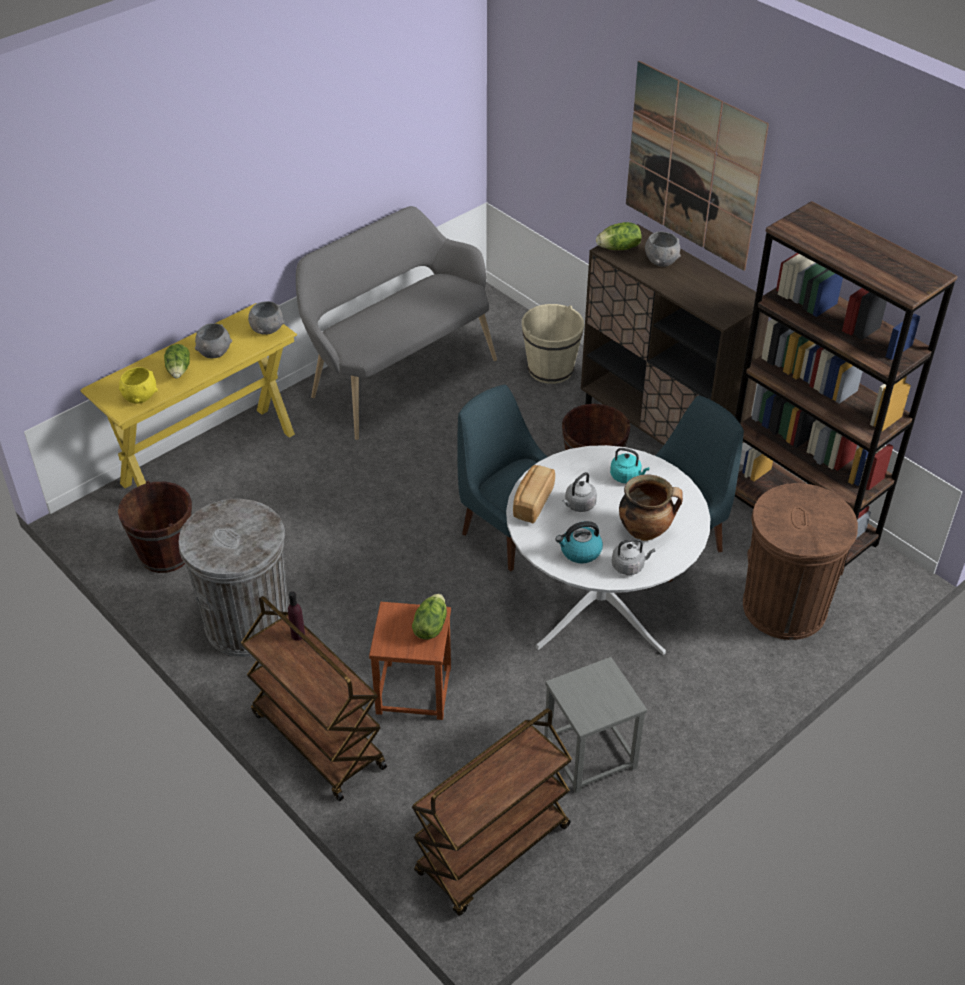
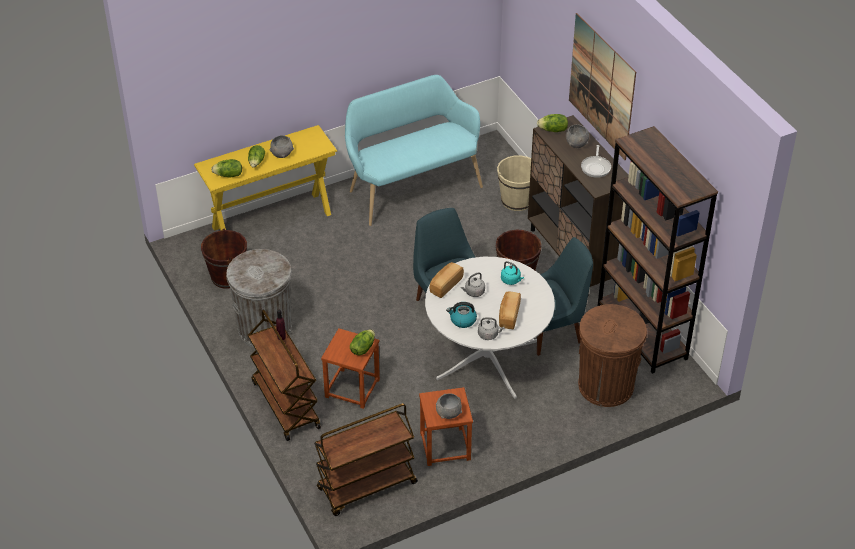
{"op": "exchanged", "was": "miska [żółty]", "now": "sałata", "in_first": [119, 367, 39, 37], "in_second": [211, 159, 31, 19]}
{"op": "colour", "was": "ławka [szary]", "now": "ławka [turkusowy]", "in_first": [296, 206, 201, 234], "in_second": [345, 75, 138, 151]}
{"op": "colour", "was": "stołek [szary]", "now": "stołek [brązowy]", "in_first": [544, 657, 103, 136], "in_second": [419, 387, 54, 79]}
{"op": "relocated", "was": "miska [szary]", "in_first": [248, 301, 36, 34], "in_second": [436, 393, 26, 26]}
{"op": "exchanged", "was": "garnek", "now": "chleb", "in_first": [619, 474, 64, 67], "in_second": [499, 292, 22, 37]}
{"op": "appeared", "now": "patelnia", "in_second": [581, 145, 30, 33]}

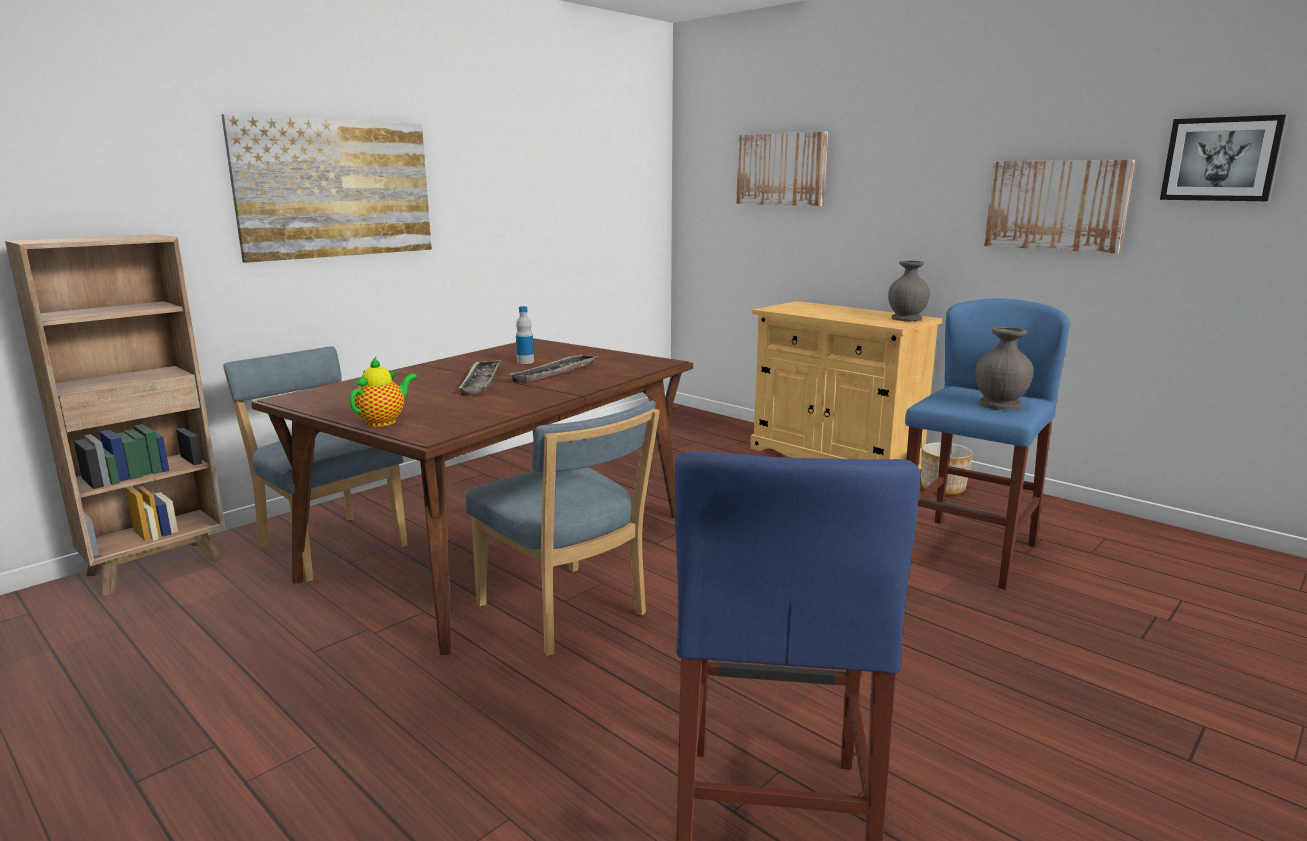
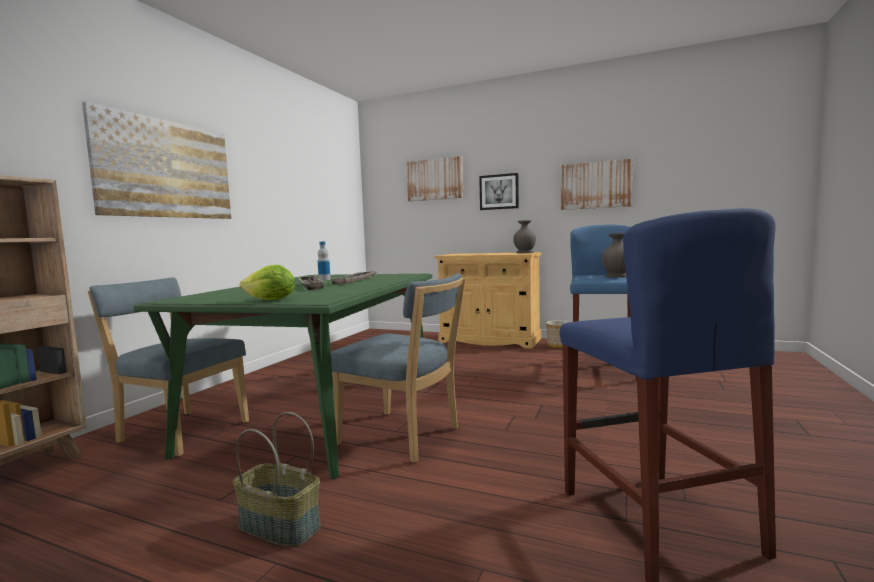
{"op": "colour", "was": "stół jadalny [brązowy]", "now": "stół jadalny [zielony]", "in_first": [251, 338, 442, 317], "in_second": [134, 274, 298, 205]}
{"op": "appeared", "now": "koszyk", "in_second": [233, 412, 88, 135]}
{"op": "exchanged", "was": "imbryk", "now": "sałata", "in_first": [350, 357, 68, 70], "in_second": [240, 265, 55, 35]}
{"op": "relocated", "was": "obraz", "in_first": [1160, 115, 126, 86], "in_second": [479, 173, 40, 37]}

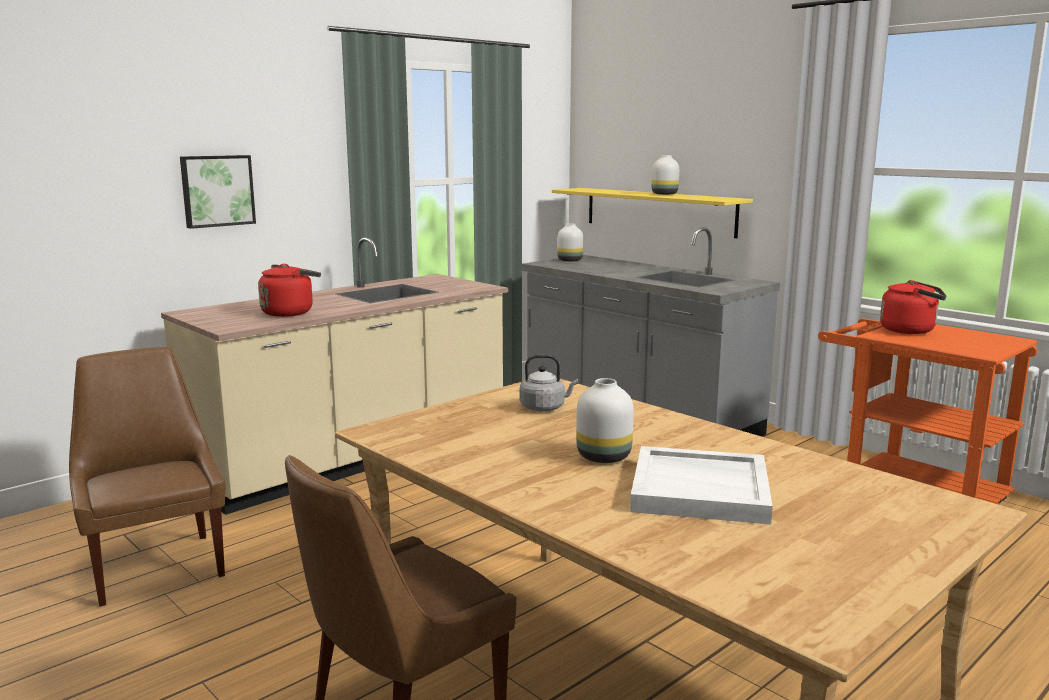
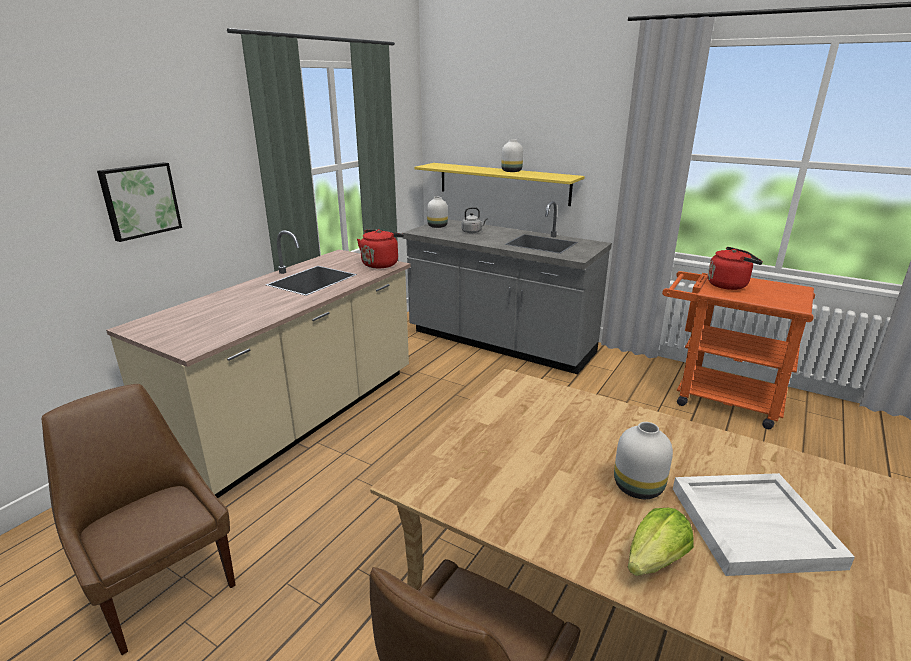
{"op": "relocated", "was": "czajnik [czerwony]", "in_first": [258, 264, 63, 53], "in_second": [357, 229, 47, 39]}
{"op": "relocated", "was": "czajnik [szary]", "in_first": [520, 354, 58, 57], "in_second": [462, 207, 26, 26]}
{"op": "appeared", "now": "sałata", "in_second": [628, 508, 66, 68]}

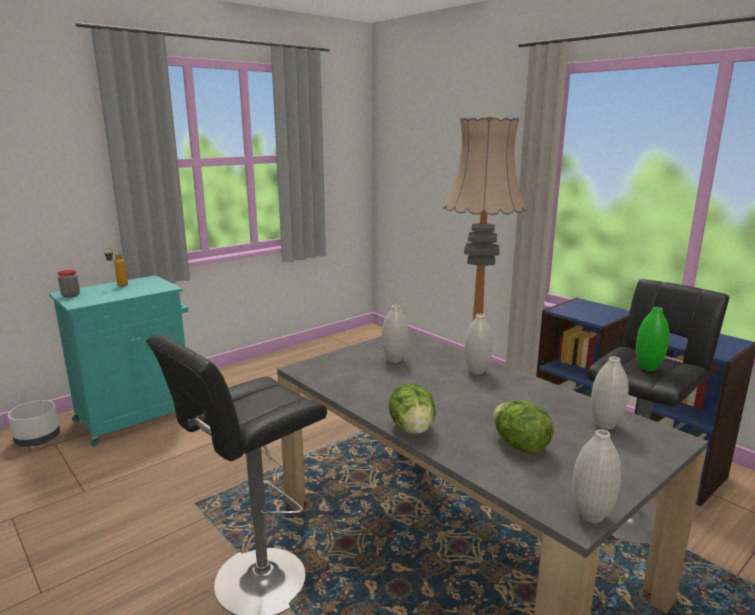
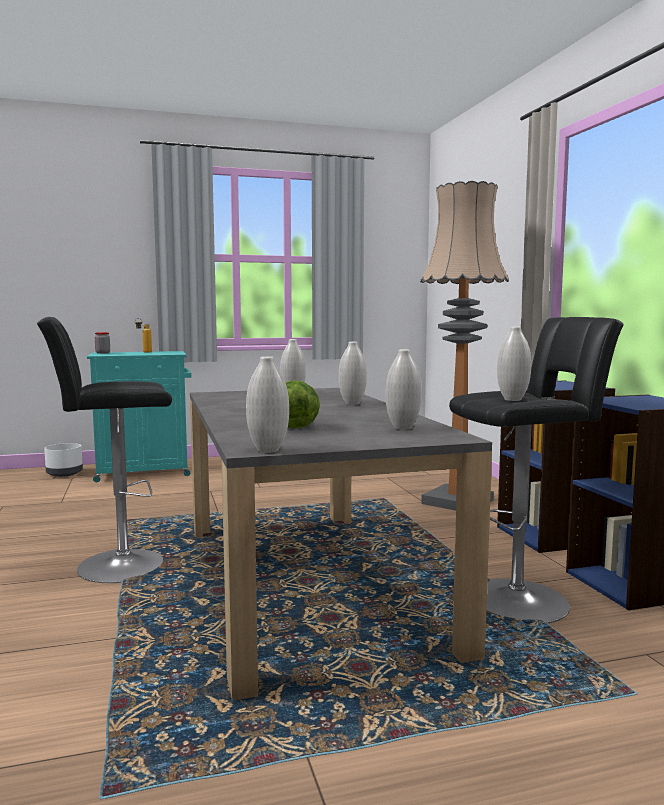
{"op": "colour", "was": "wazon [zielony]", "now": "wazon [biały]", "in_first": [636, 307, 34, 64], "in_second": [497, 327, 34, 74]}
{"op": "missing", "was": "sałata", "in_first": [388, 382, 48, 52]}

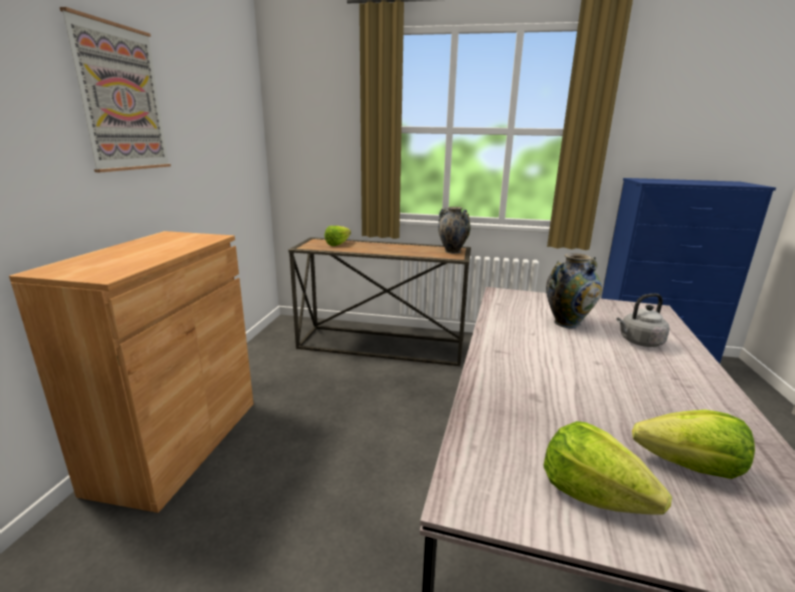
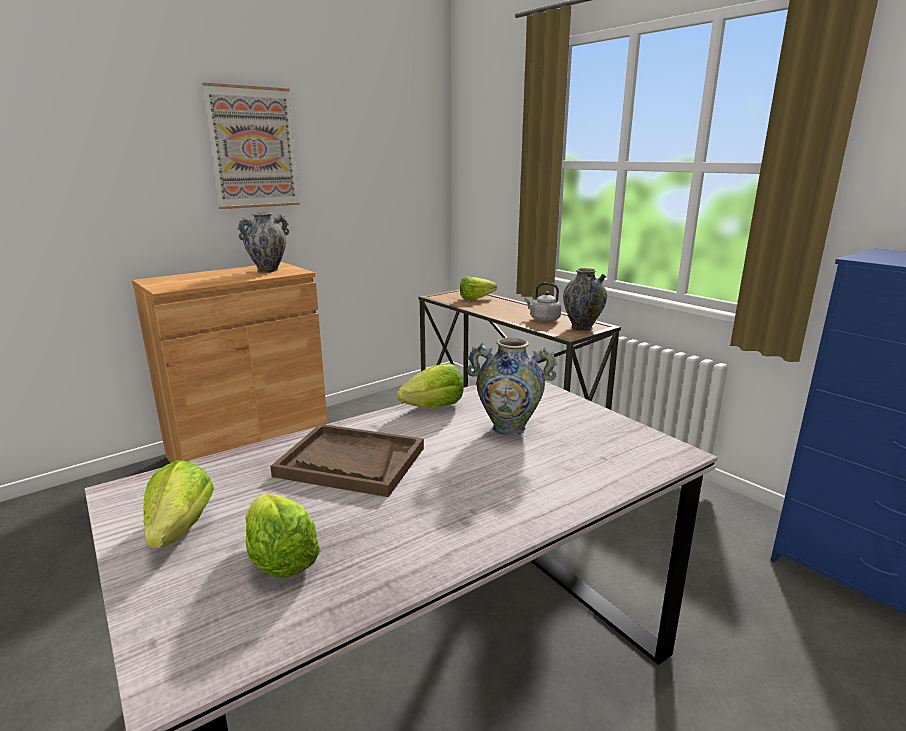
{"op": "appeared", "now": "wazon", "in_second": [238, 212, 51, 60]}
{"op": "appeared", "now": "taca [brązowy]", "in_second": [270, 424, 154, 73]}
{"op": "appeared", "now": "sałata", "in_second": [397, 363, 67, 44]}
{"op": "relocated", "was": "czajnik [szary]", "in_first": [616, 293, 54, 54], "in_second": [524, 283, 37, 39]}

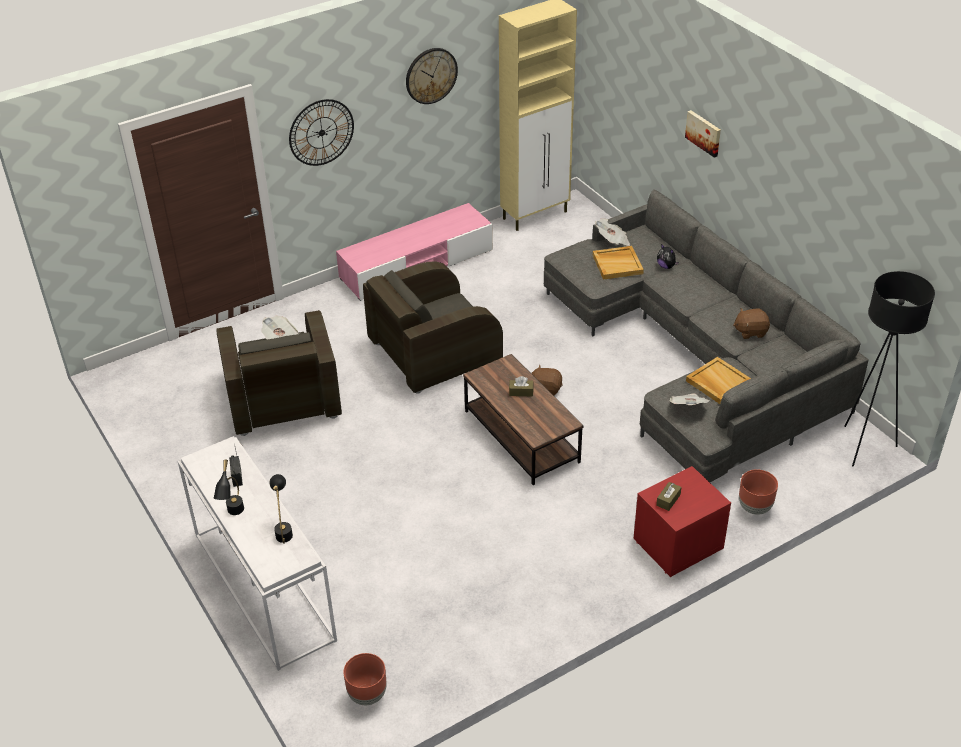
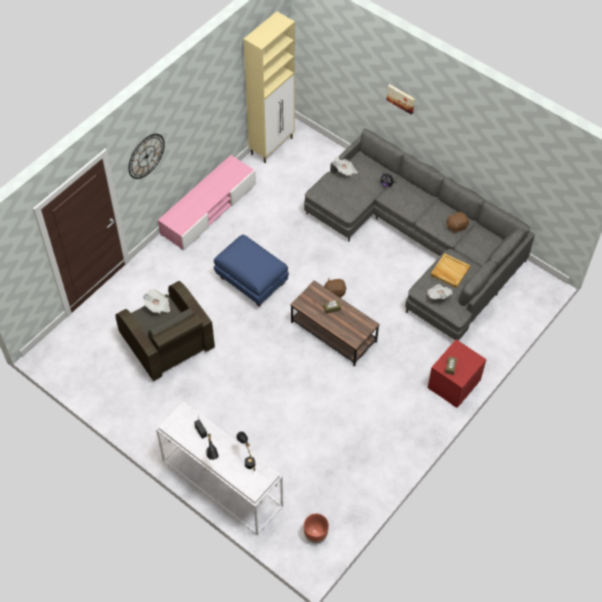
{"op": "exchanged", "was": "fotel [brązowy]", "now": "pufa [niebieski]", "in_first": [363, 261, 140, 132], "in_second": [214, 235, 75, 72]}
{"op": "missing", "was": "zegar ścienny", "in_first": [406, 48, 52, 56]}
{"op": "missing", "was": "taca [beżowy]", "in_first": [593, 246, 51, 34]}
{"op": "missing", "was": "donica [brązowy]", "in_first": [739, 469, 39, 46]}
{"op": "missing", "was": "lampa stojąca [czarny]", "in_first": [844, 271, 91, 195]}

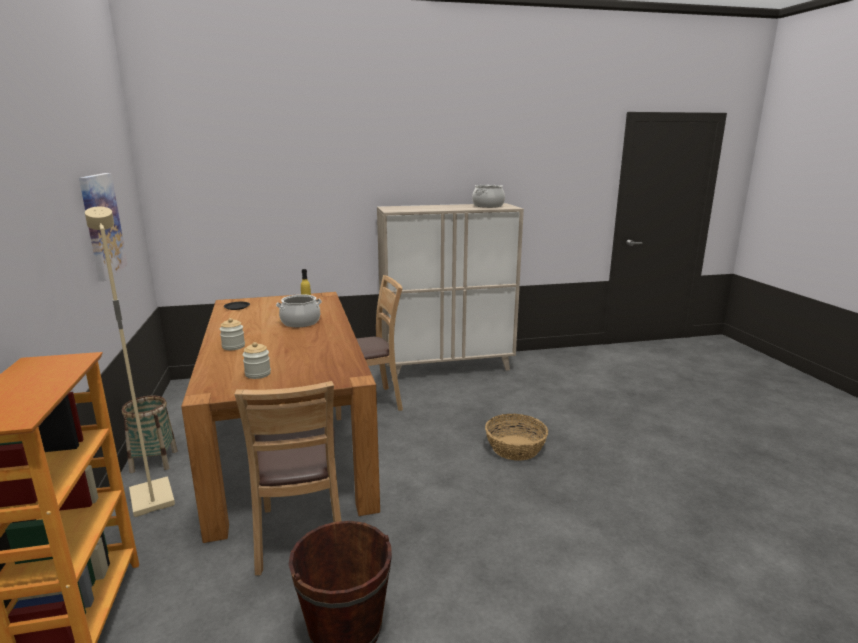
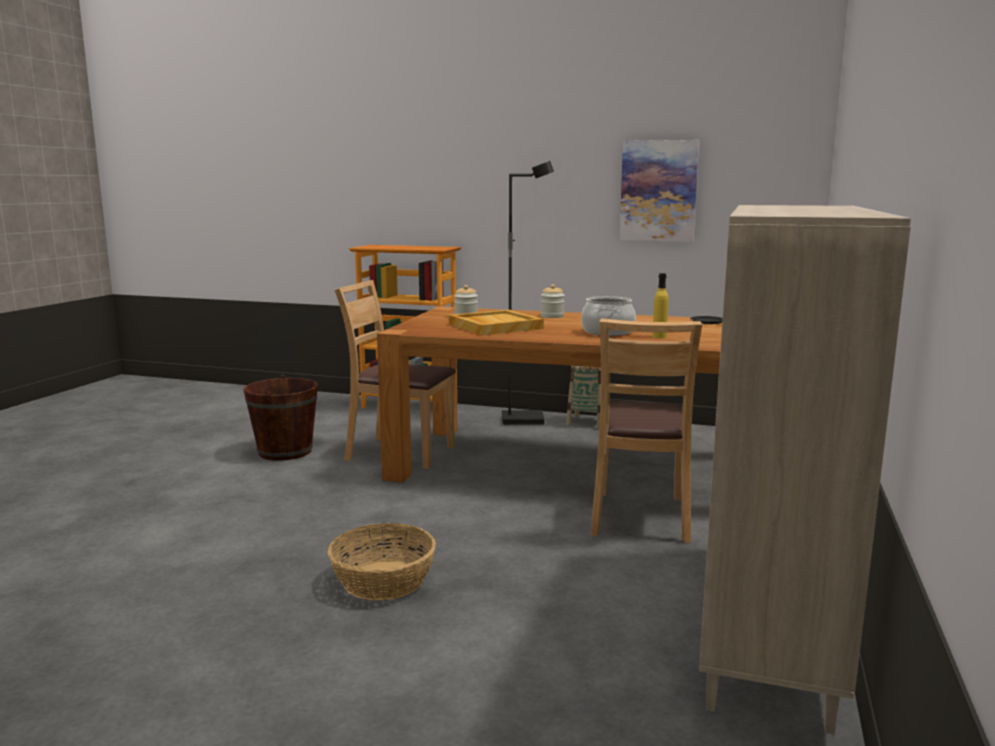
{"op": "appeared", "now": "taca [beżowy]", "in_second": [449, 310, 95, 25]}
{"op": "colour", "was": "lampa stojąca [beżowy]", "now": "lampa stojąca [czarny]", "in_first": [85, 207, 90, 310], "in_second": [502, 161, 52, 264]}
{"op": "missing", "was": "garnek", "in_first": [472, 185, 33, 23]}

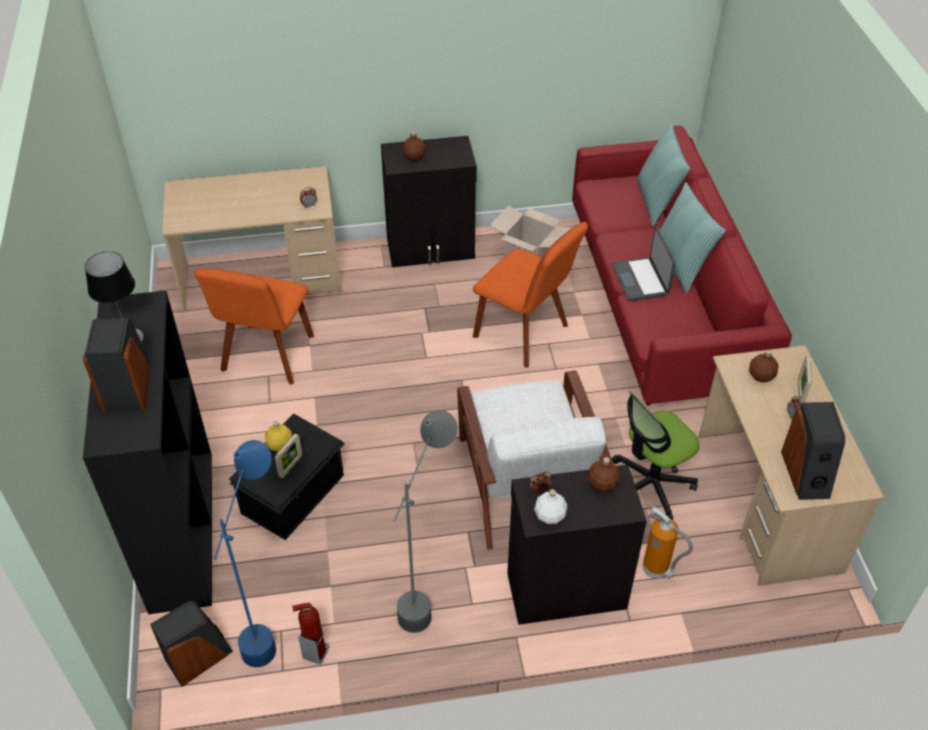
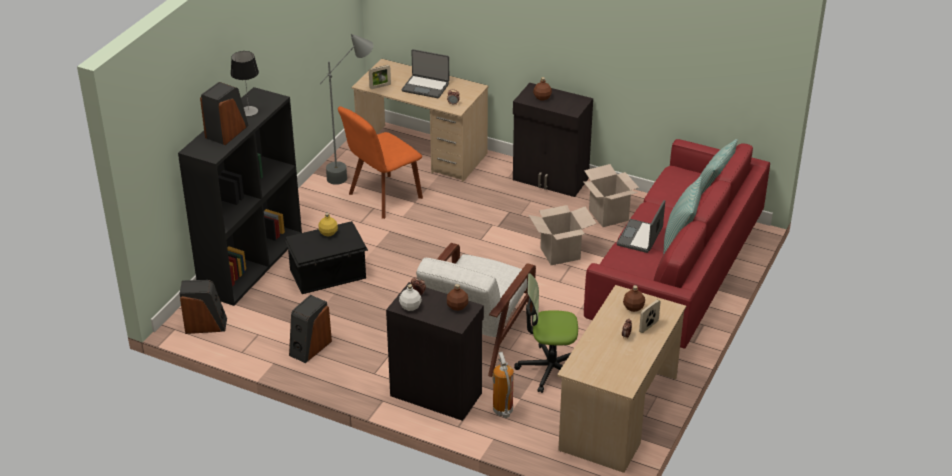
{"op": "relocated", "was": "głośnik", "in_first": [781, 402, 64, 98], "in_second": [289, 295, 43, 68]}
{"op": "relocated", "was": "lampa stojąca [szary]", "in_first": [394, 410, 63, 223], "in_second": [320, 34, 53, 151]}
{"op": "relocated", "was": "ramka na zdjęcie", "in_first": [275, 434, 27, 44], "in_second": [369, 65, 22, 24]}
{"op": "appeared", "now": "laptop", "in_second": [401, 49, 49, 49]}
{"op": "exchanged", "was": "krzesło [pomarańczowy]", "now": "karton", "in_first": [473, 222, 115, 146], "in_second": [529, 205, 68, 60]}
{"op": "missing", "was": "lampa stojąca [niebieski]", "in_first": [214, 440, 62, 227]}
{"op": "missing", "was": "gaśnica", "in_first": [292, 602, 37, 62]}

